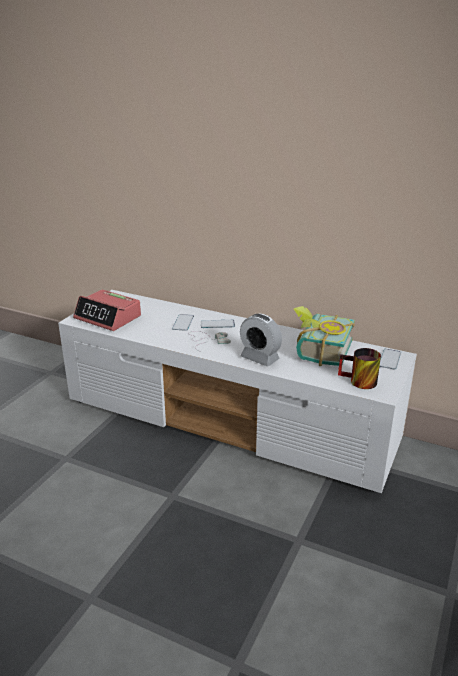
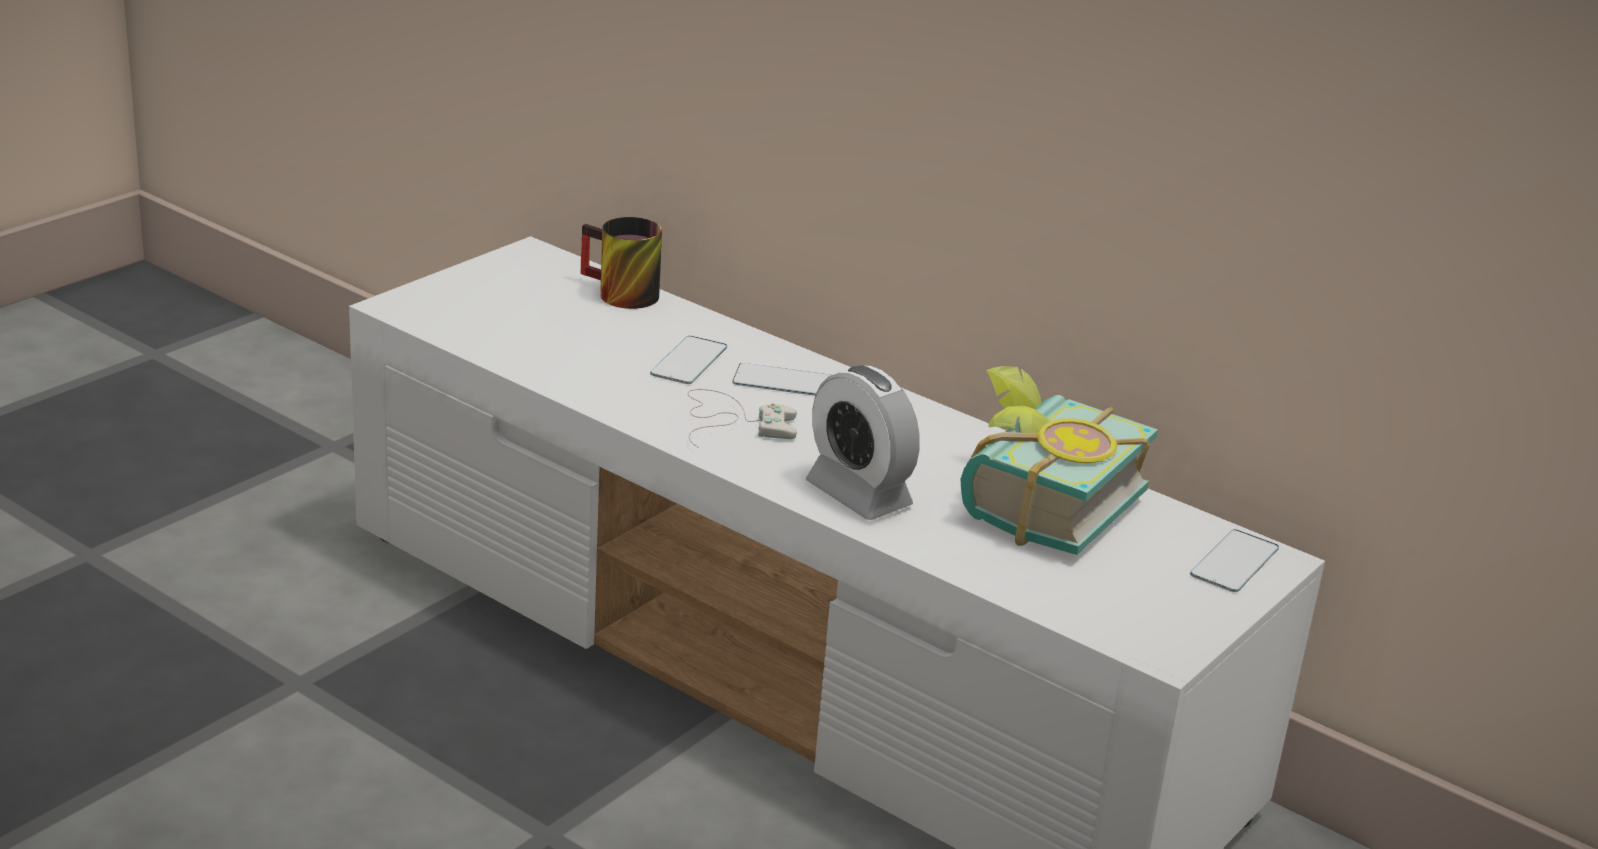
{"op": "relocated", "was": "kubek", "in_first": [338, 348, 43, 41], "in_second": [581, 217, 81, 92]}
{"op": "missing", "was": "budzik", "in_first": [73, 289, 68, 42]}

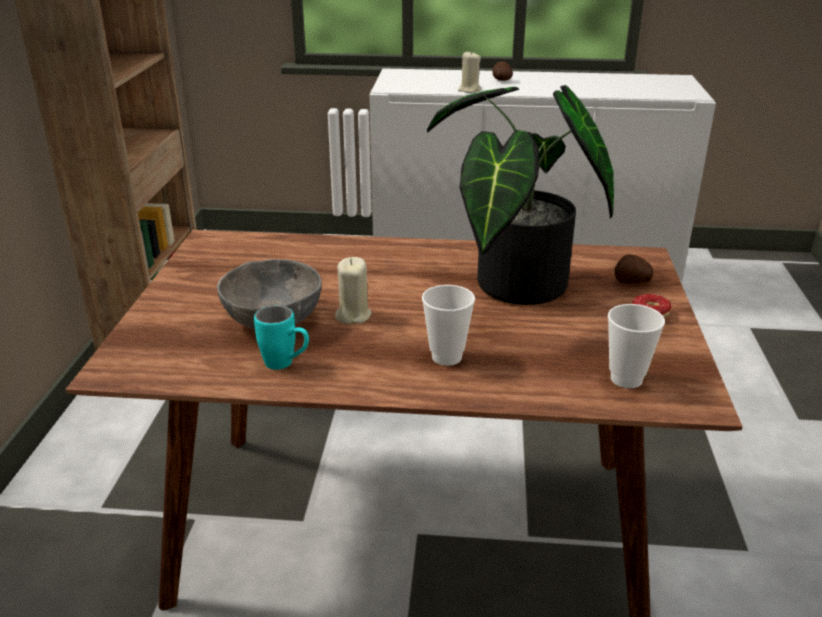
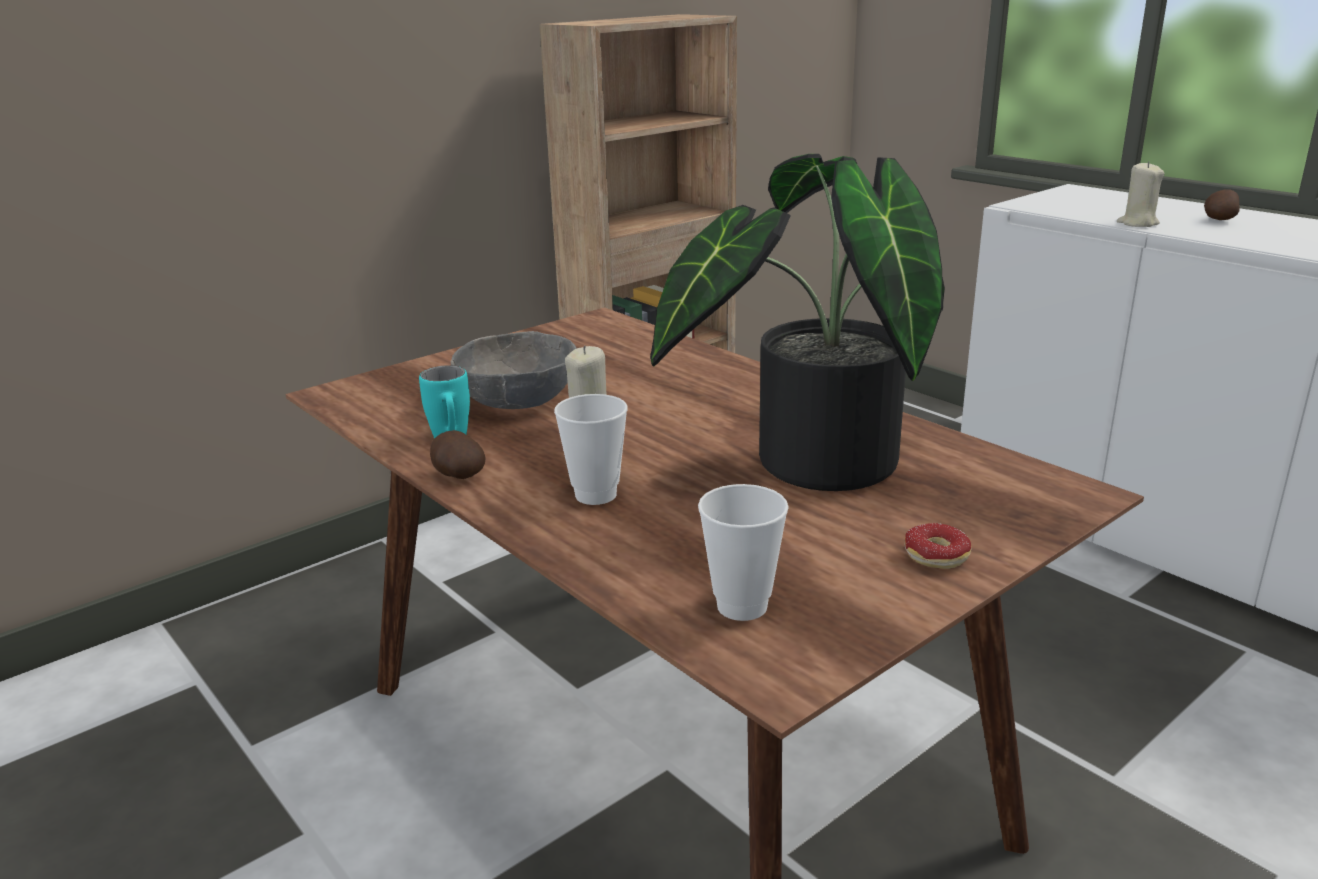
{"op": "relocated", "was": "ziemniak", "in_first": [615, 254, 39, 30], "in_second": [430, 430, 56, 49]}

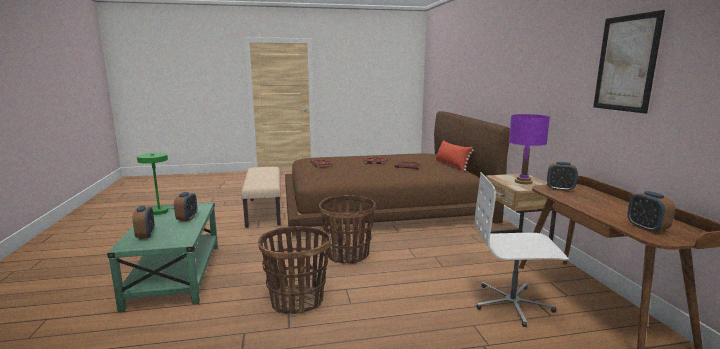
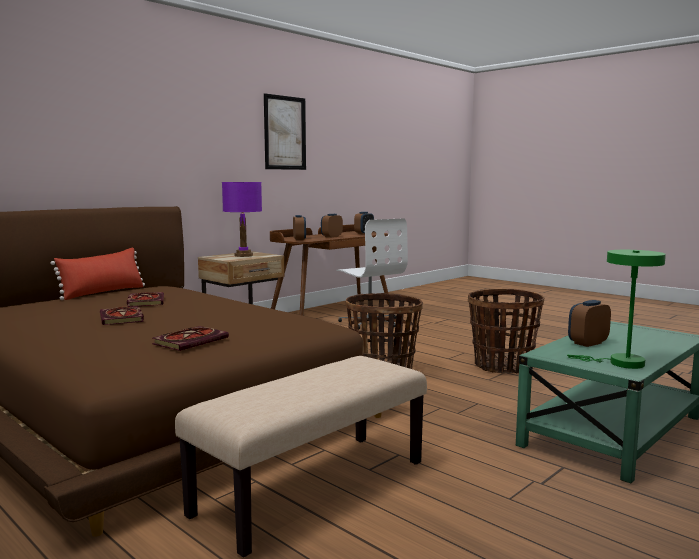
{"op": "relocated", "was": "budzik", "in_first": [132, 206, 23, 33], "in_second": [321, 214, 22, 24]}

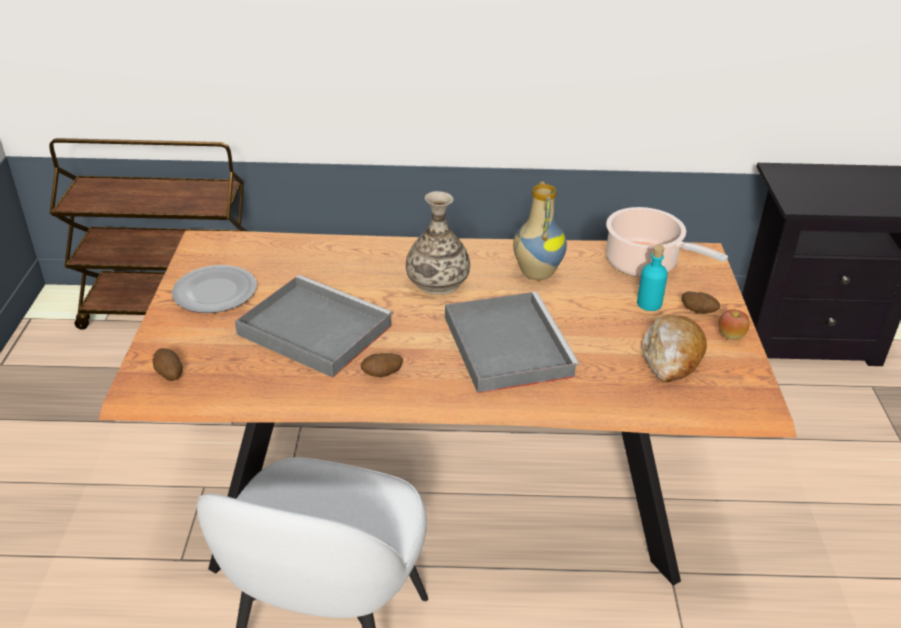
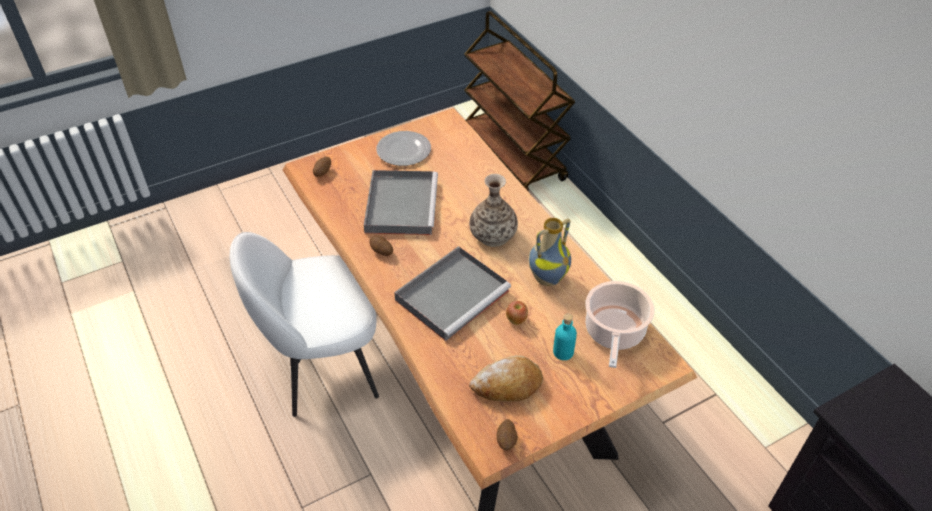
{"op": "relocated", "was": "ziemniak", "in_first": [682, 291, 38, 23], "in_second": [497, 419, 21, 31]}
{"op": "relocated", "was": "jabłko", "in_first": [719, 309, 31, 31], "in_second": [506, 301, 22, 24]}

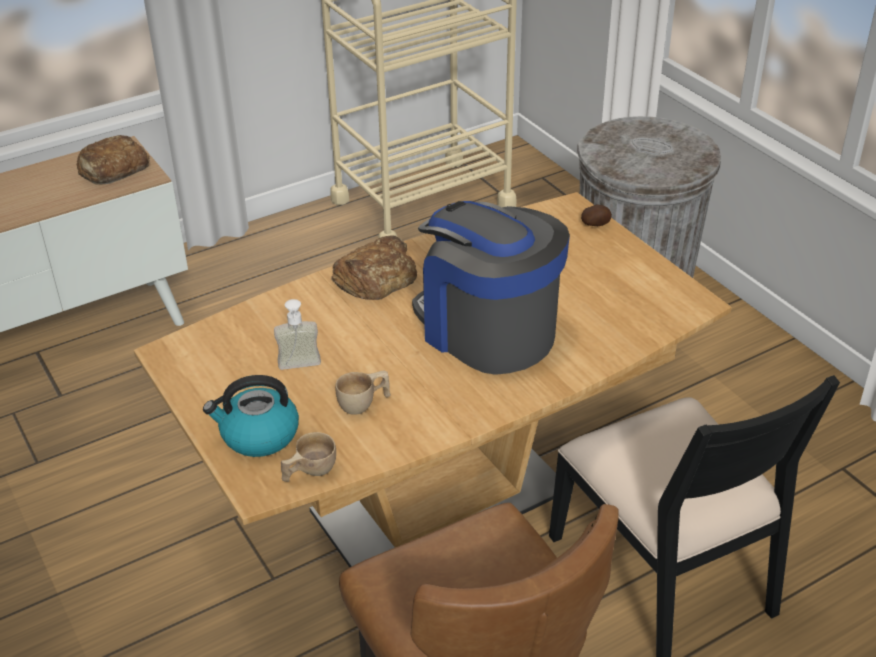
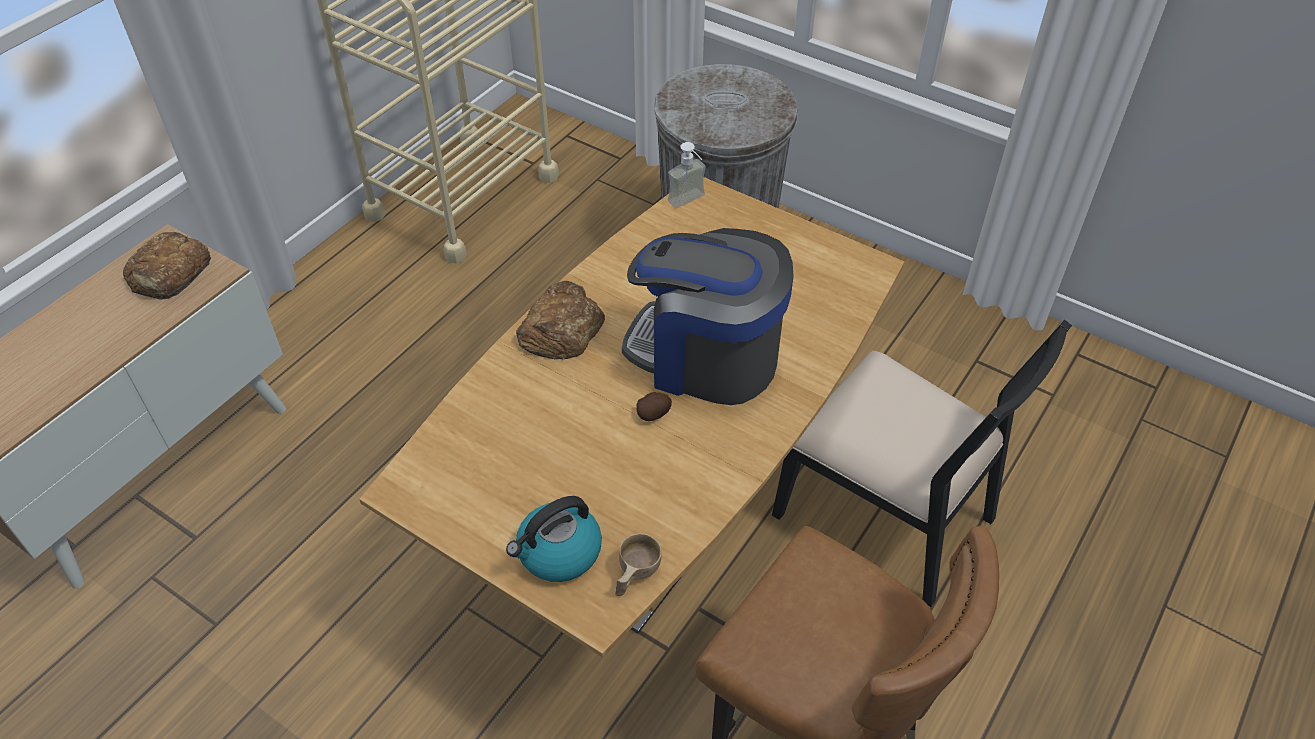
{"op": "relocated", "was": "ziemniak", "in_first": [581, 204, 31, 22], "in_second": [636, 392, 36, 29]}
{"op": "relocated", "was": "dozownik mydła", "in_first": [274, 299, 47, 71], "in_second": [668, 142, 38, 66]}
{"op": "missing", "was": "filiżanka [beżowy]", "in_first": [335, 371, 56, 44]}

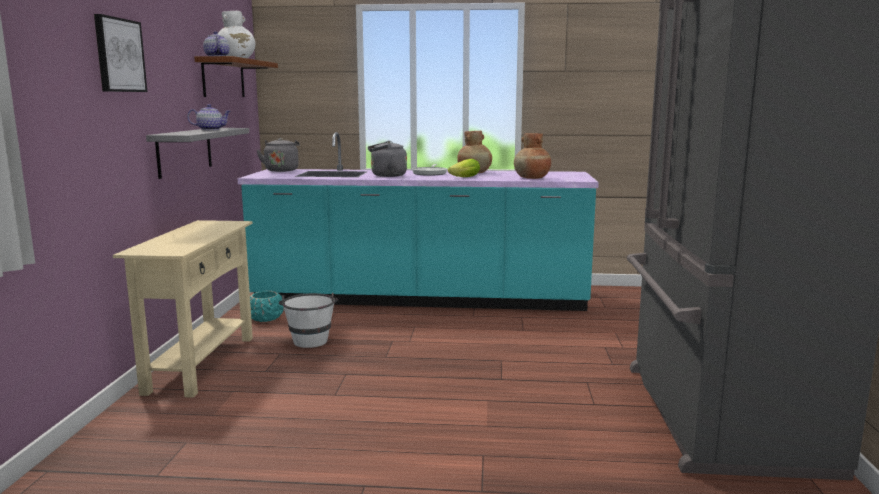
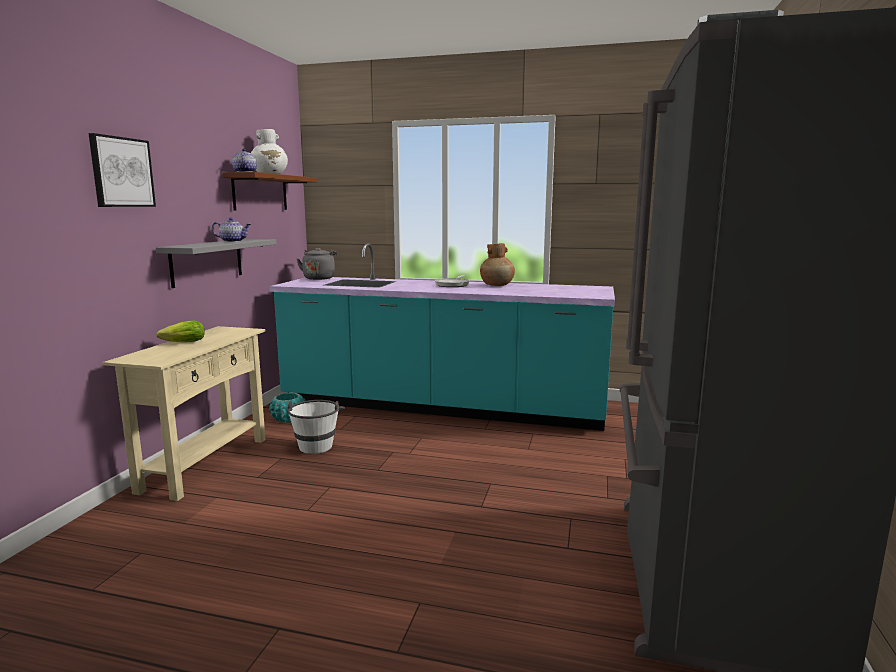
{"op": "relocated", "was": "sałata", "in_first": [448, 159, 32, 18], "in_second": [156, 320, 49, 22]}
{"op": "missing", "was": "czajnik [szary]", "in_first": [368, 141, 39, 36]}
{"op": "missing", "was": "wazon [brązowy]", "in_first": [514, 133, 37, 46]}

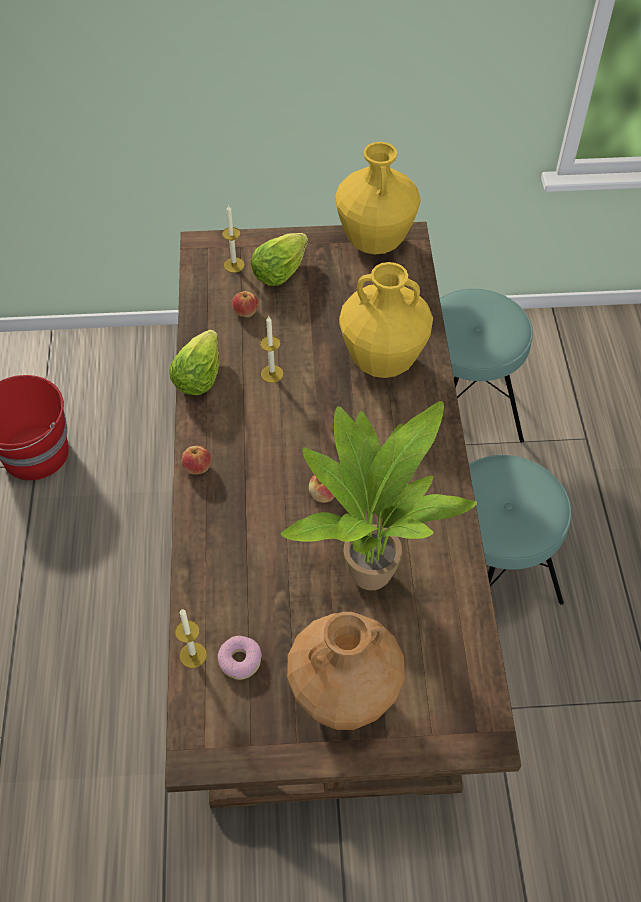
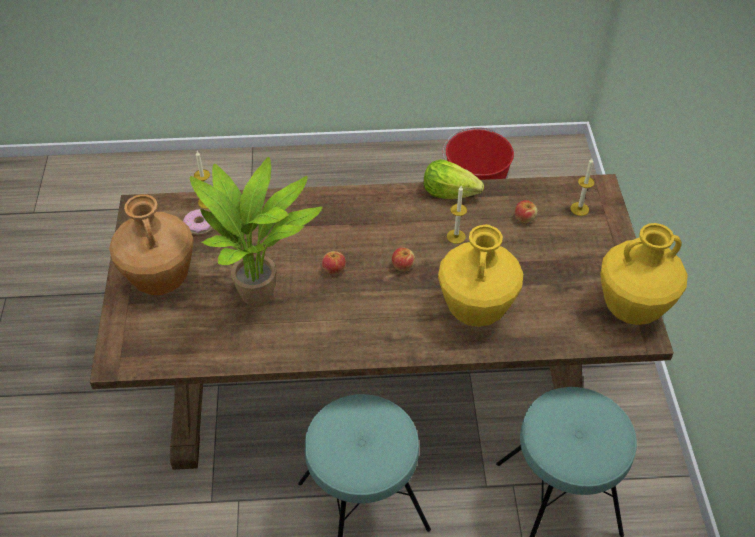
{"op": "relocated", "was": "jabłko", "in_first": [182, 446, 29, 28], "in_second": [392, 248, 23, 23]}
{"op": "missing", "was": "sałata", "in_first": [251, 233, 57, 53]}

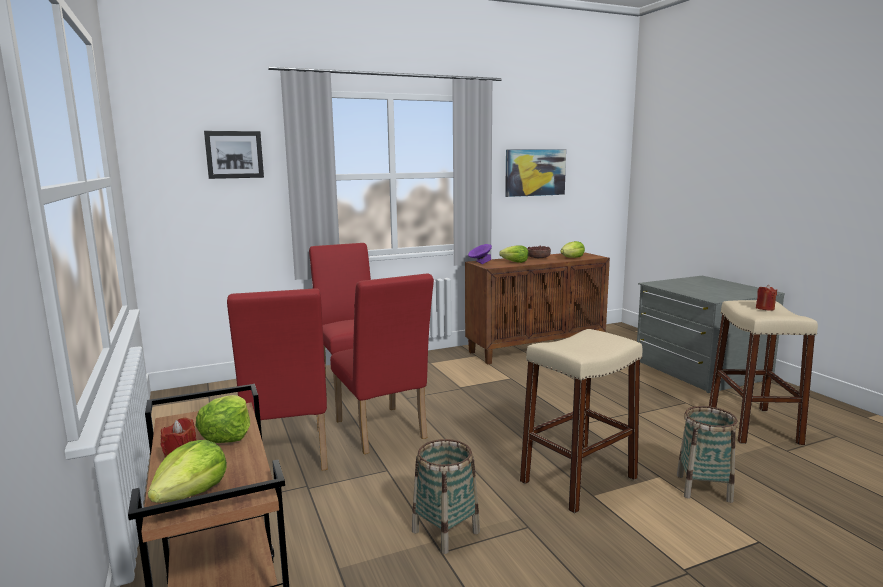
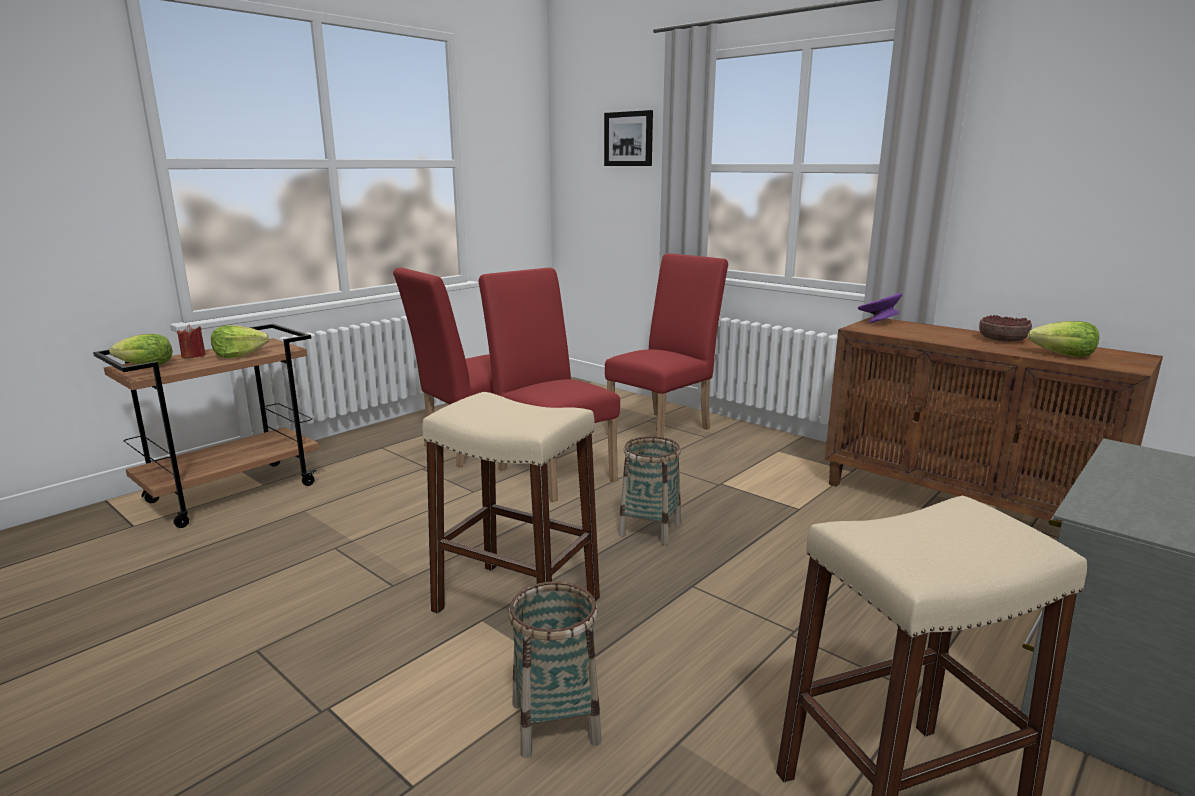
{"op": "spun", "was": "krzesło [czerwony]", "in_first": [330, 273, 104, 181], "in_second": [479, 267, 141, 235], "clockwise": 105}
{"op": "relocated", "was": "koszyk", "in_first": [412, 439, 68, 115], "in_second": [618, 436, 63, 109]}
{"op": "missing", "was": "sałata", "in_first": [499, 246, 30, 17]}
{"op": "missing", "was": "obraz", "in_first": [505, 149, 61, 48]}
{"op": "missing", "was": "świeca [czerwony]", "in_first": [756, 285, 21, 26]}

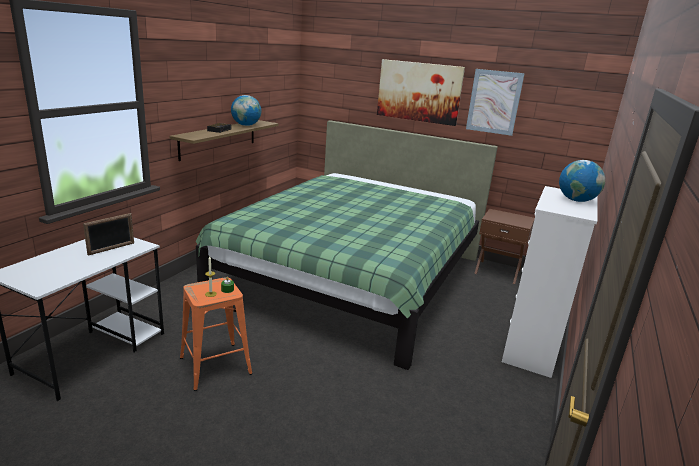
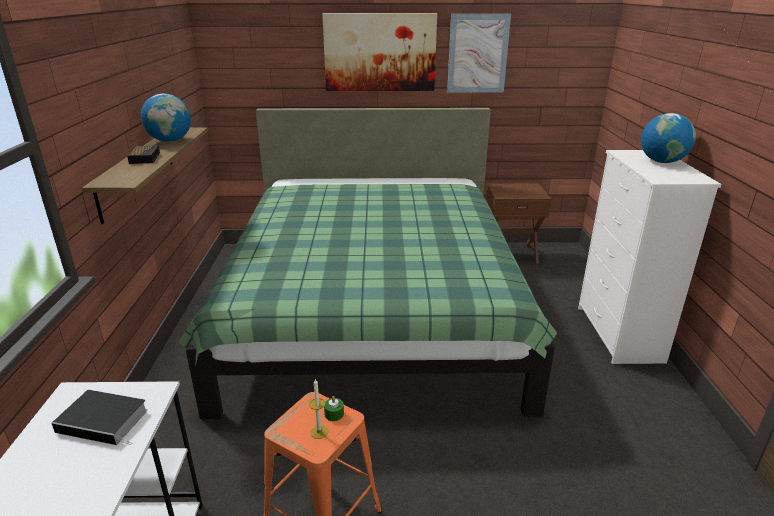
{"op": "exchanged", "was": "ramka na zdjęcie", "now": "książka", "in_first": [83, 213, 51, 43], "in_second": [51, 390, 97, 55]}

